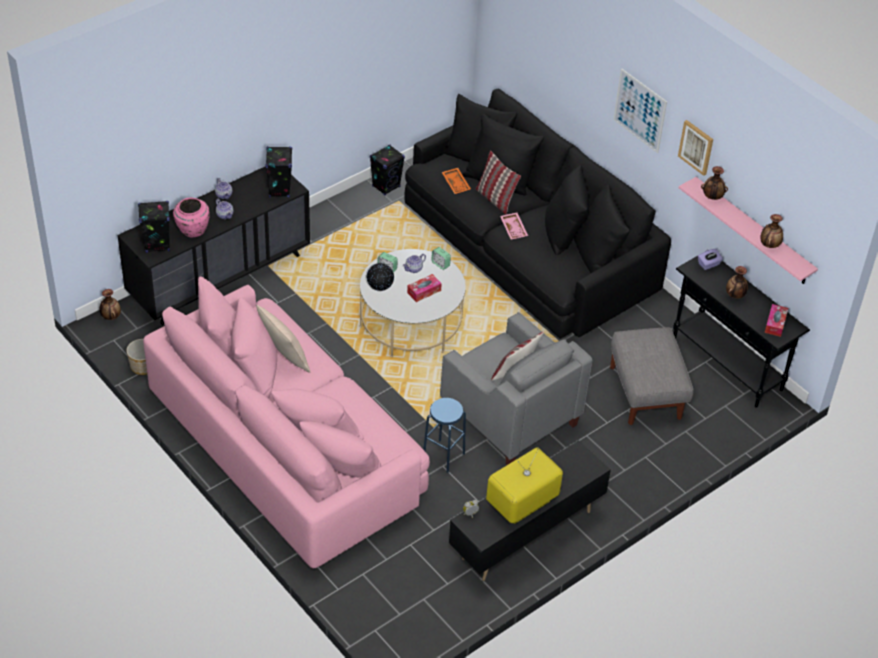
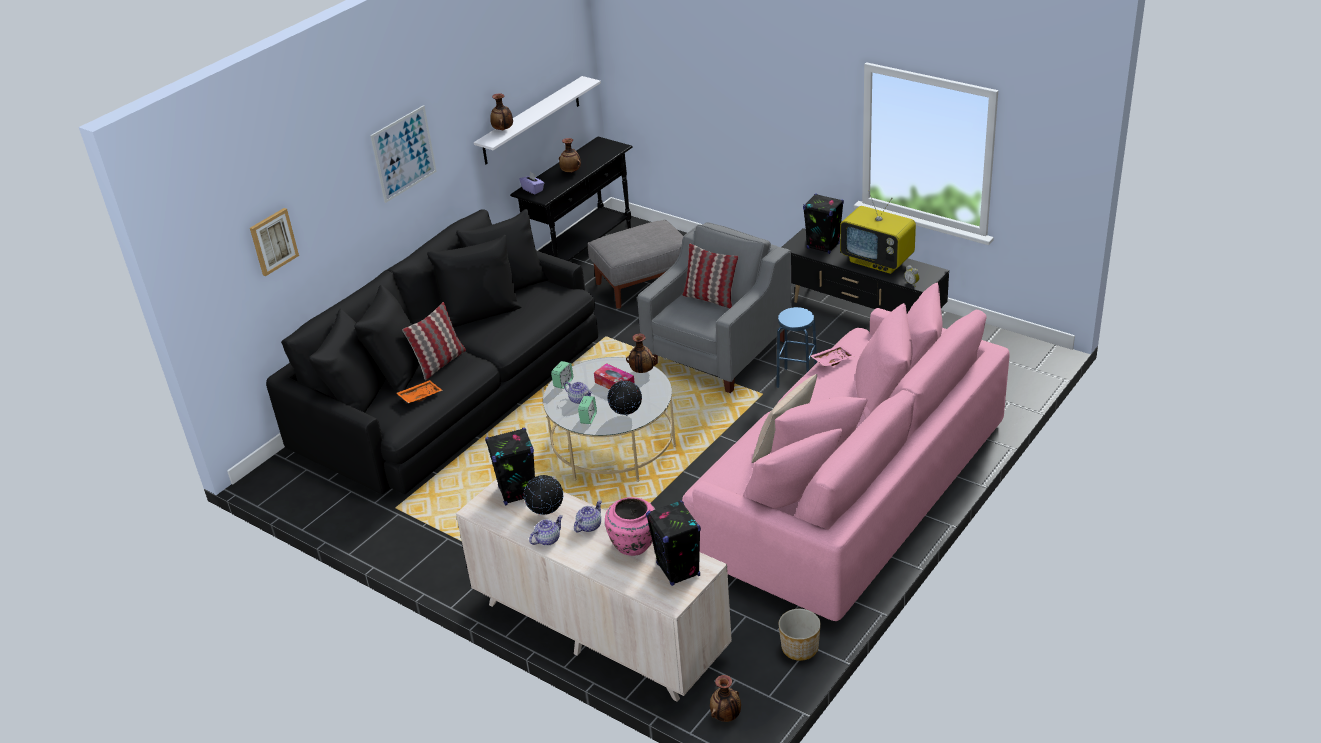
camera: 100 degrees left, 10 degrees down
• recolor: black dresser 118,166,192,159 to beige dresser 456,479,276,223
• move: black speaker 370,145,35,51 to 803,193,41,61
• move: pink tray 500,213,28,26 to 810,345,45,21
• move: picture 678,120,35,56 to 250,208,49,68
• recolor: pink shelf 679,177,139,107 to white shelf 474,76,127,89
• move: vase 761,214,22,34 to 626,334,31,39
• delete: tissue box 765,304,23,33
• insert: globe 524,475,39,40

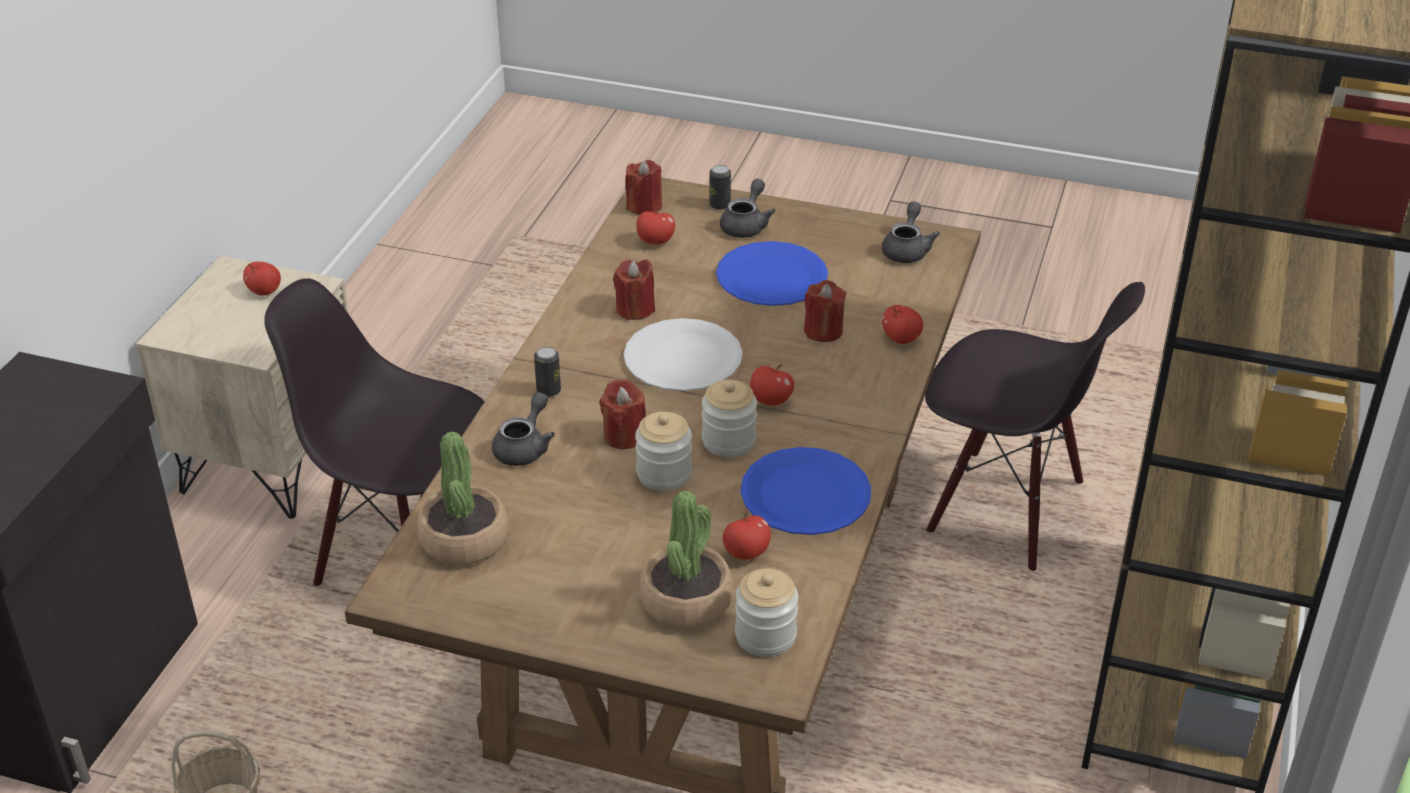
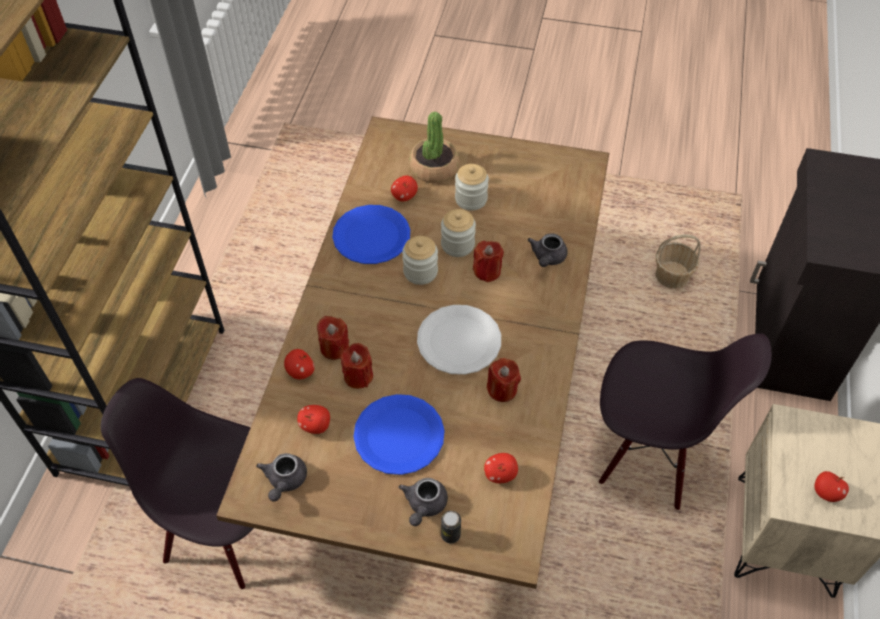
camera: 175 degrees right, 15 degrees up
• delete: potted plant 417,431,91,135
• delete: can 534,346,27,51
• move: red candle 625,160,37,55 to 317,316,32,44
• move: jar 735,568,63,89 to 455,164,34,47
• move: apple 750,364,44,42 to 297,405,33,29

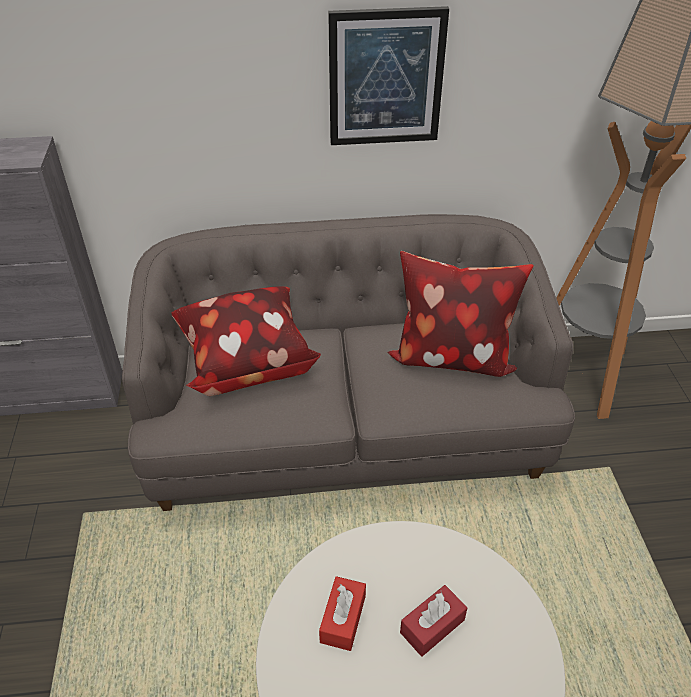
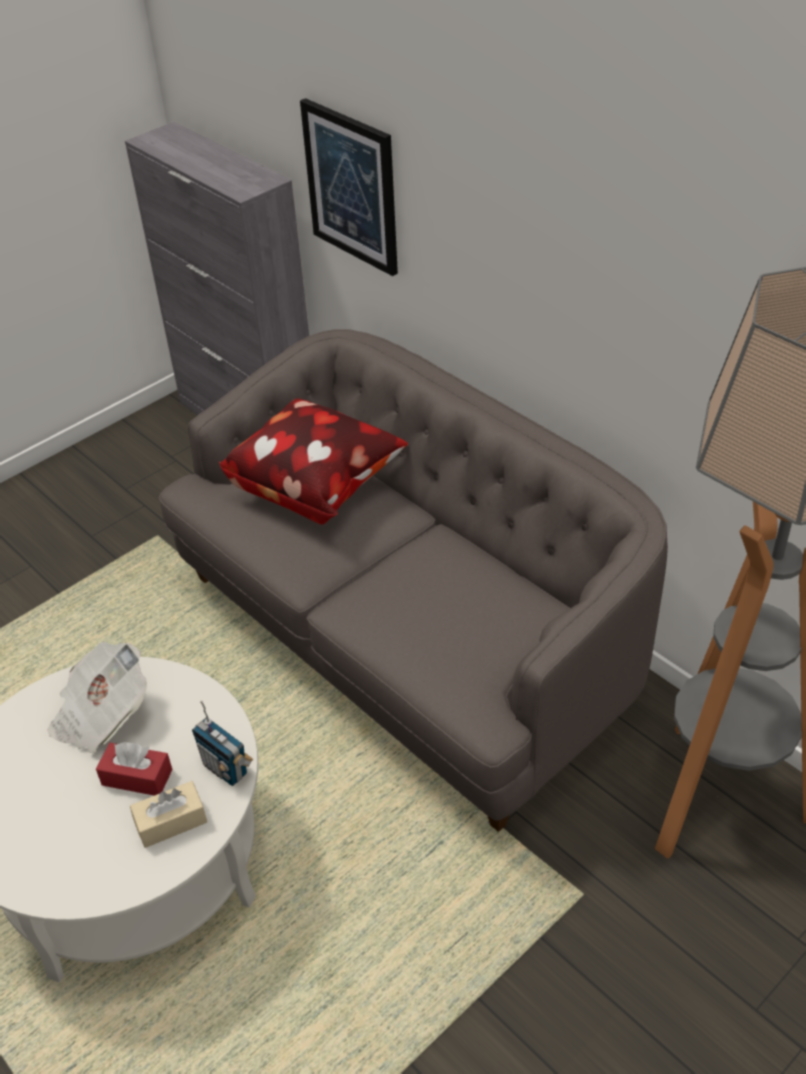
camera: 55 degrees right, 0 degrees up
• replace: red tissue box 319,576,47,75 to newspaper 47,642,100,112
• move: picture 328,6,121,139 to 300,98,98,178
• delete: pillow 387,251,146,126
• insert: beige tissue box 130,781,77,67
• insert: radio 192,701,61,85

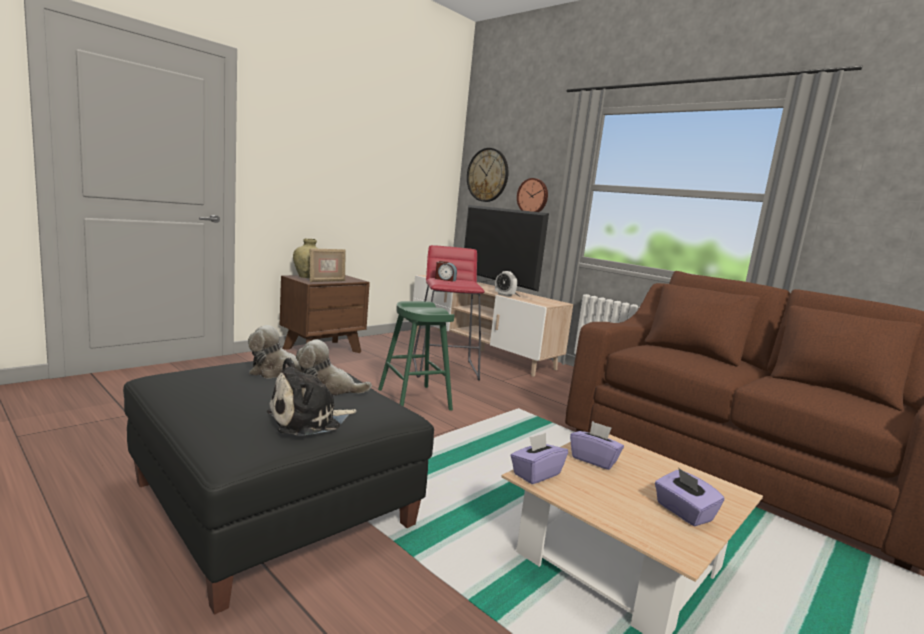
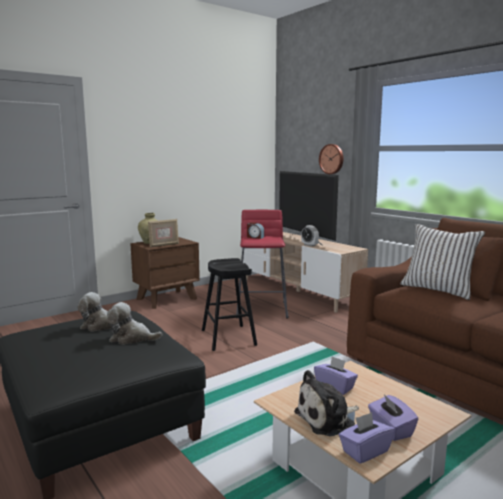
camera: 10 degrees right, 0 degrees up
• move: plush toy 267,358,90,78 to 294,370,65,66
• recolor: green stool 378,301,77,110 to black stool 202,258,55,93
• delete: wall clock 467,148,42,54
• move: purple tissue box 510,433,58,51 to 339,412,56,52
• insert: white pillow 401,224,84,76

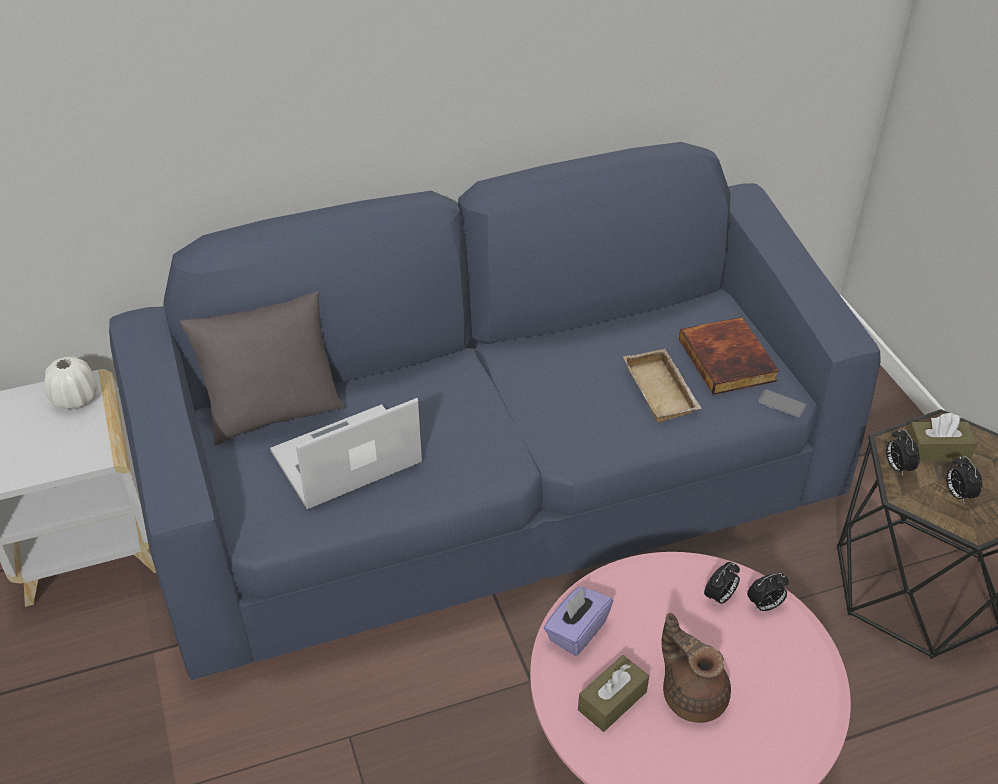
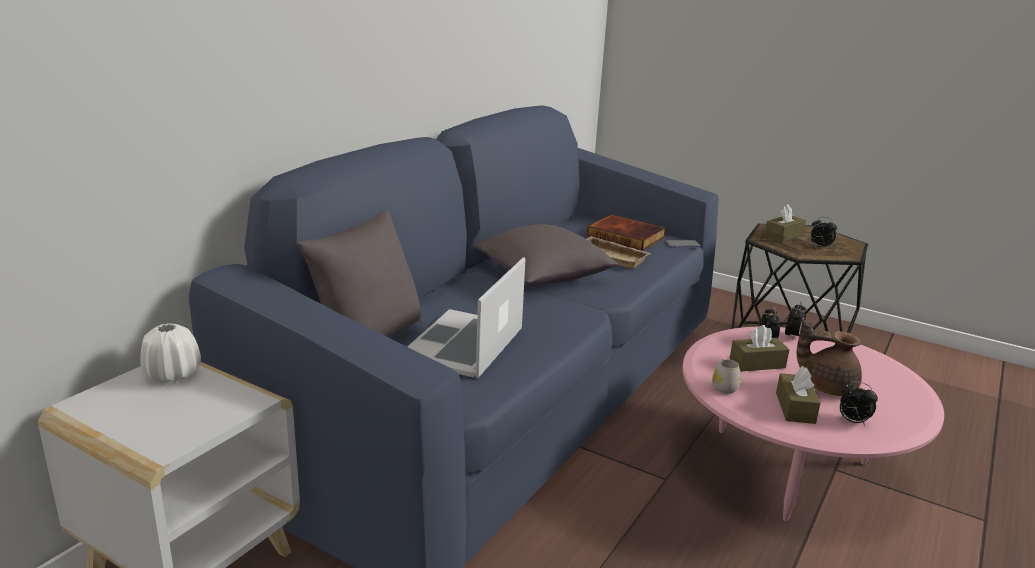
camera: 40 degrees left, 20 degrees down
• replace: purple tissue box 544,586,69,70 to white mug 712,359,29,35
• move: alarm clock 886,429,34,48 to 840,381,38,45
• insert: grey pillow 474,224,145,61
• insert: brown tissue box 730,325,60,46

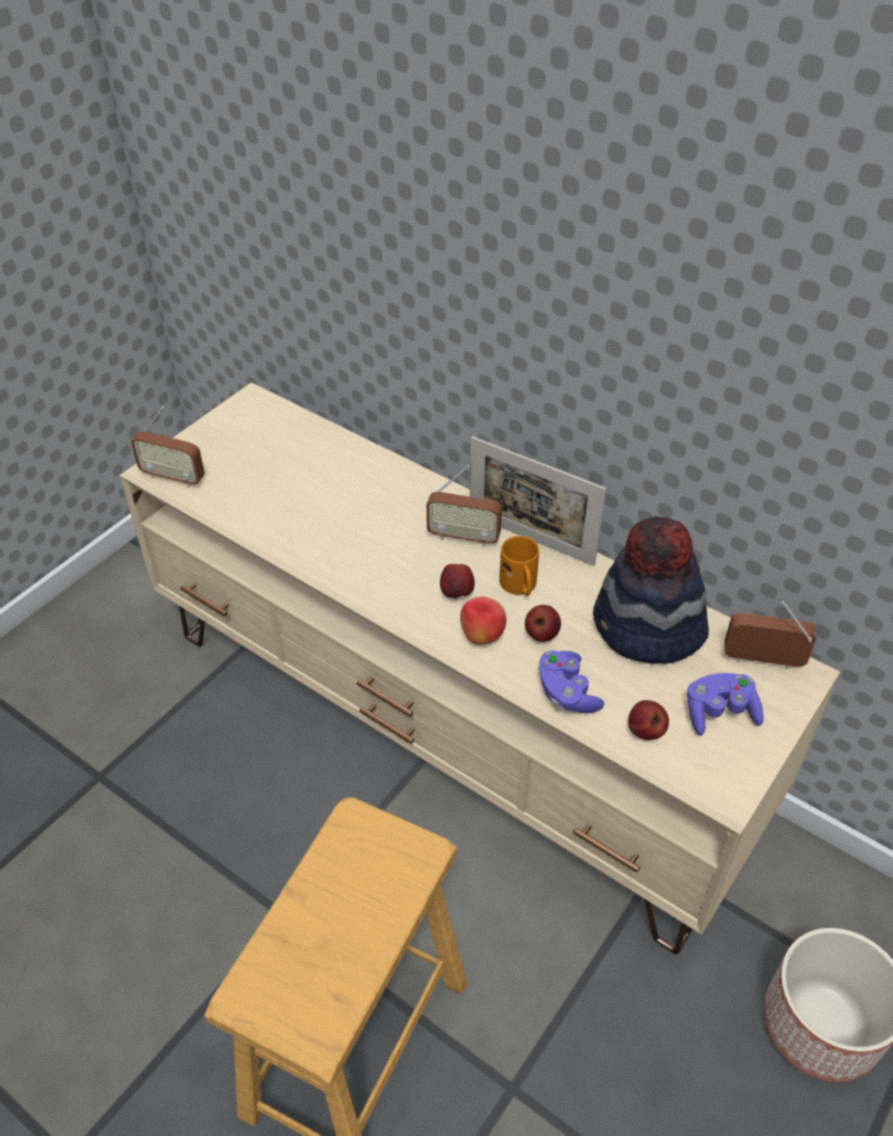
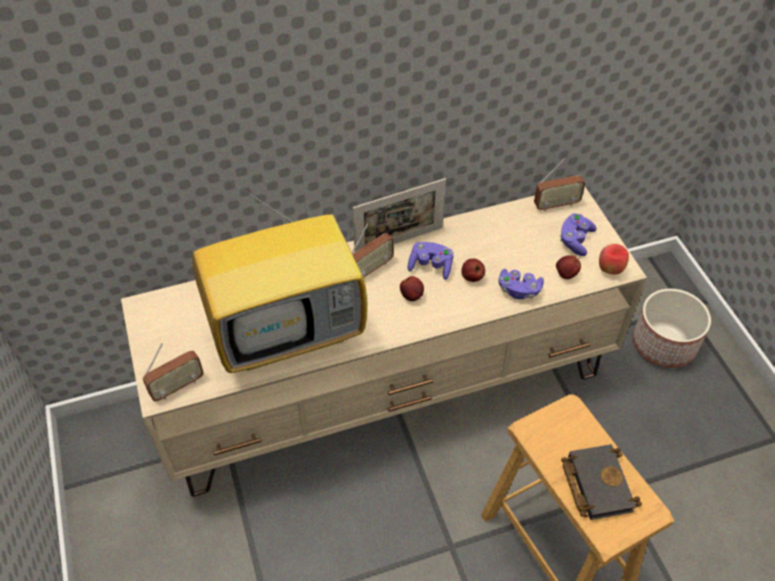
camera: 55 degrees left, 5 degrees up
• move: apple 460,597,46,48 to 599,244,30,30
• replace: orange mug 499,536,40,60 to purple game controller 408,242,46,38
• delete: hat 593,516,116,148
• rotate: radio 725,601,91,69 = 534,158,51,54 150 degrees counterclockwise
• insert: television 192,151,175,222
• insert: black book 561,444,81,76

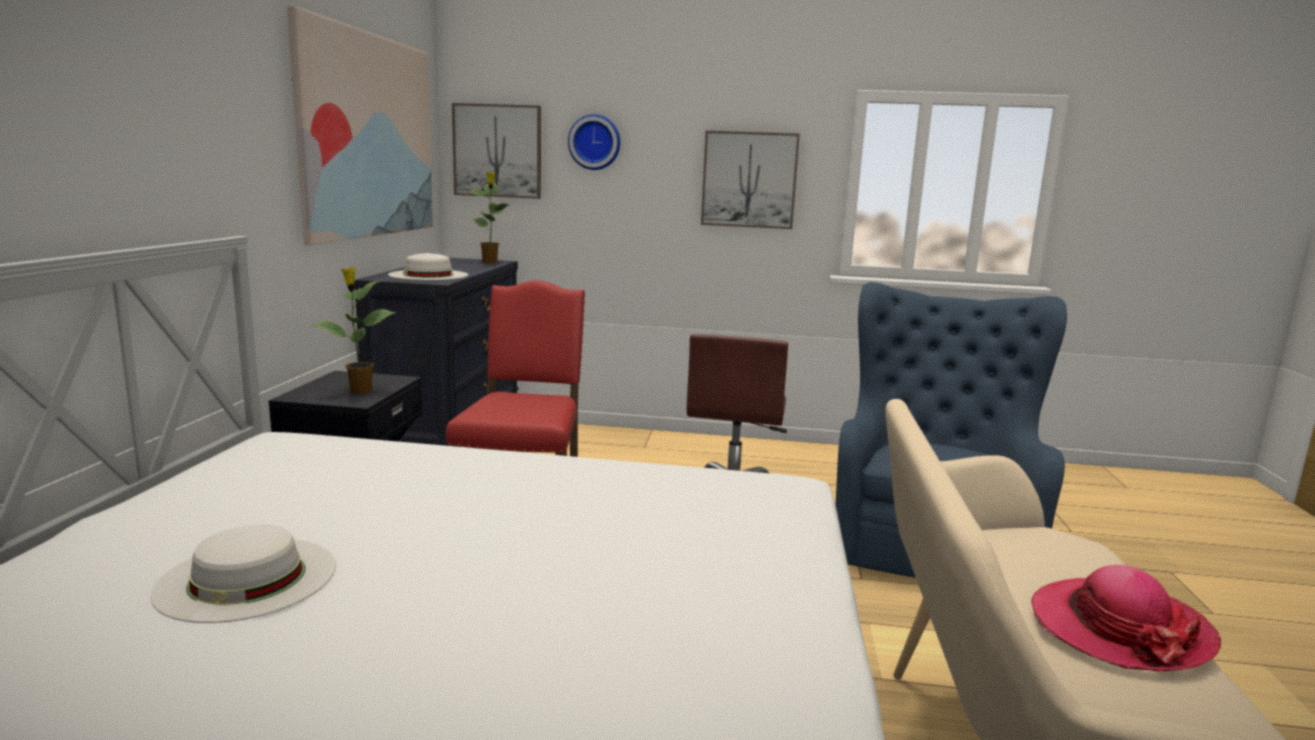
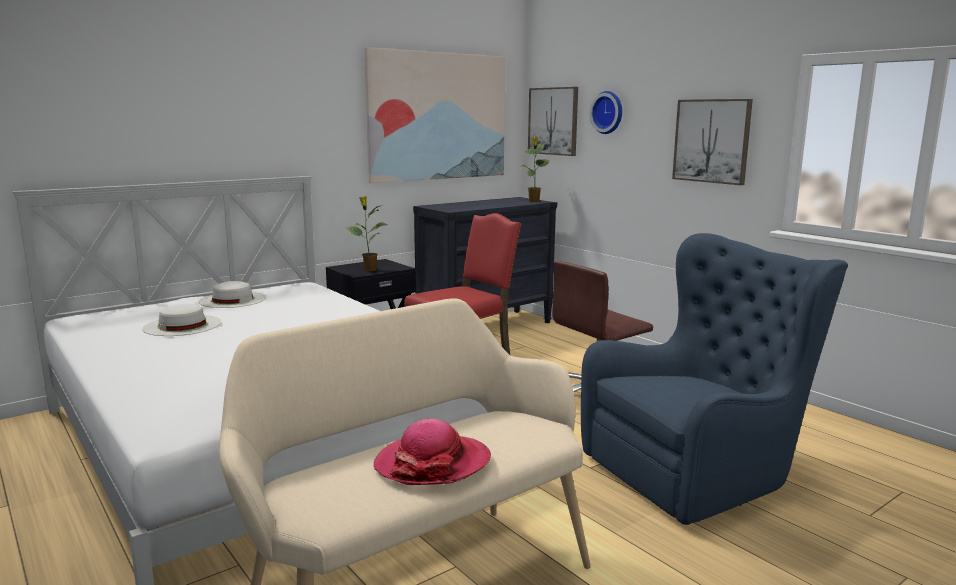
camera: 45 degrees right, 0 degrees up
• move: white hat 388,253,80,27 to 199,281,67,27

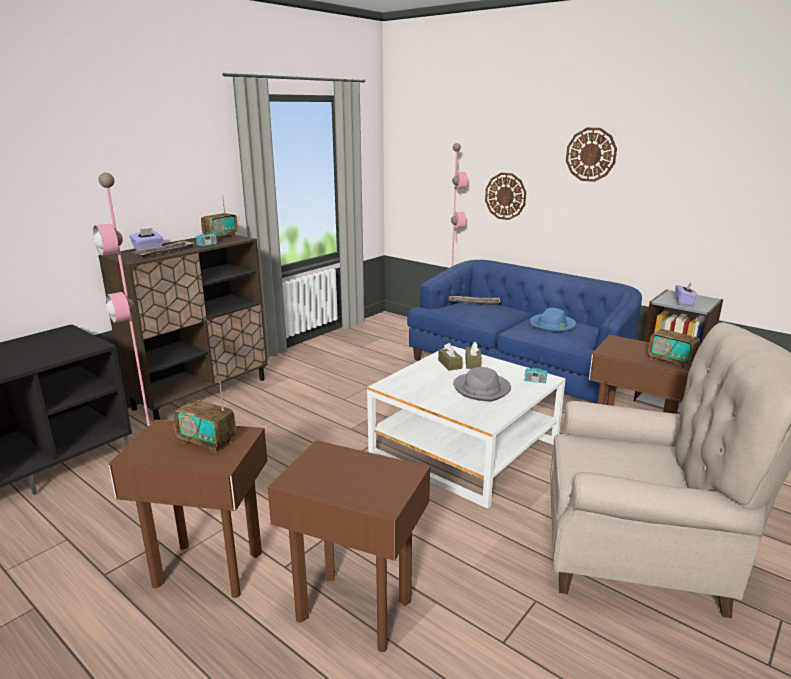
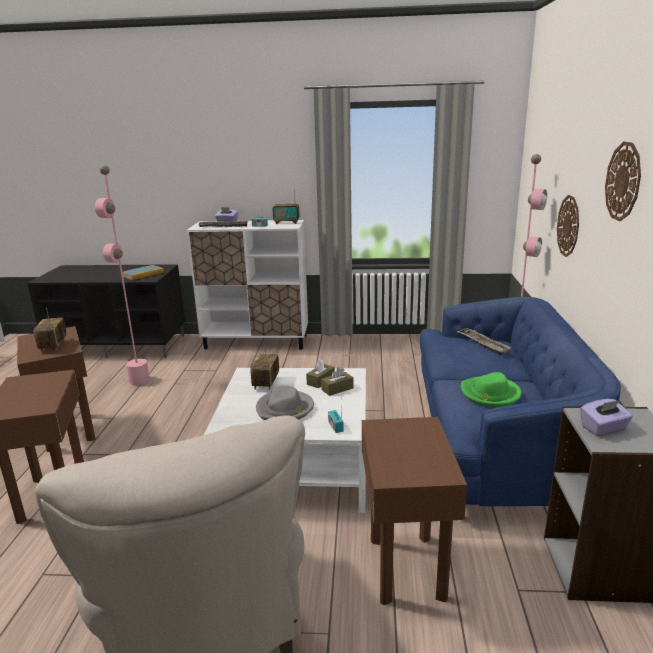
camera: 55 degrees right, 0 degrees up
• recolor: brown cabinet 98,234,170,187 to white cabinet 187,220,121,129
• recolor: blue hat 530,308,46,24 to green hat 461,372,60,35
• move: radio 648,315,52,54 to 250,346,29,44
• insert: book 123,265,41,15

